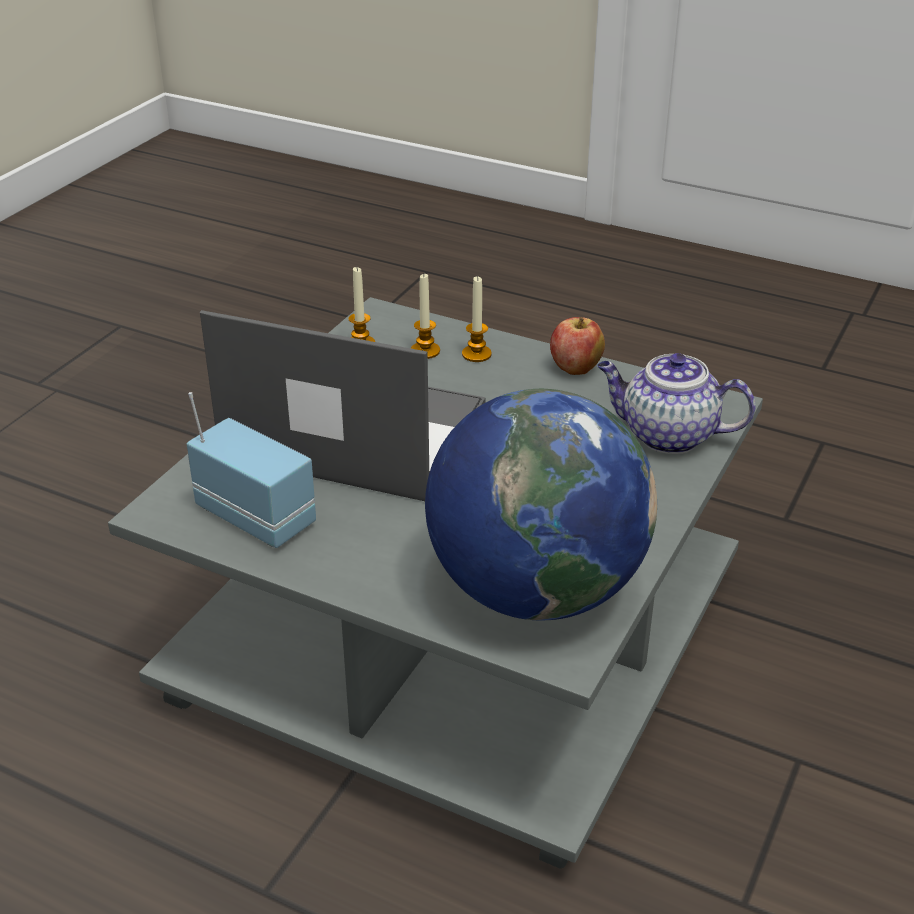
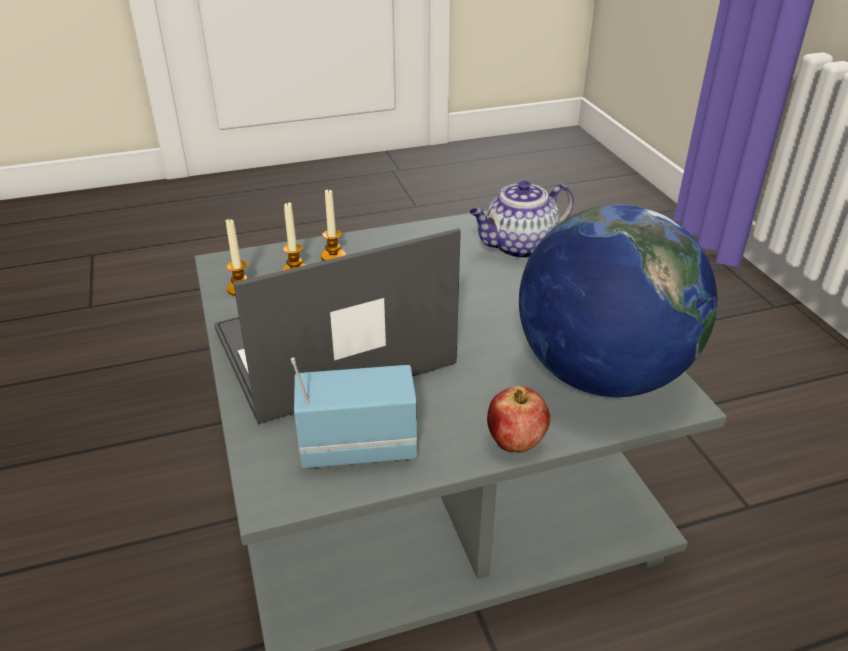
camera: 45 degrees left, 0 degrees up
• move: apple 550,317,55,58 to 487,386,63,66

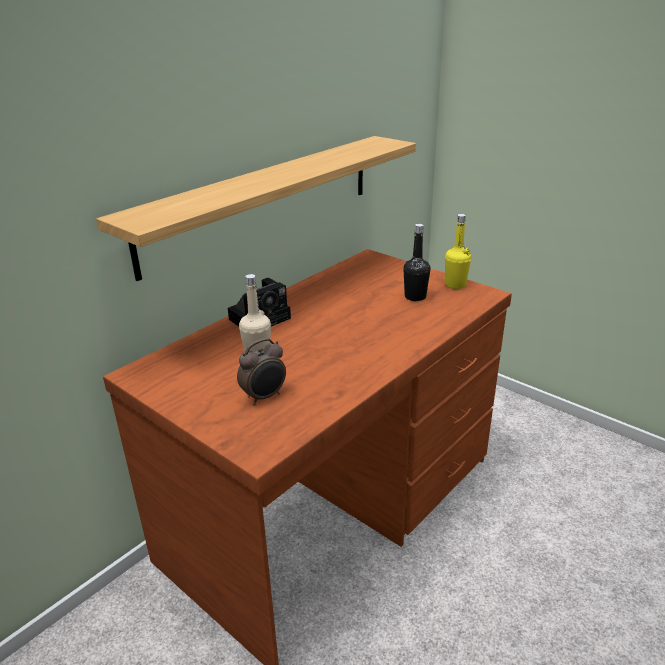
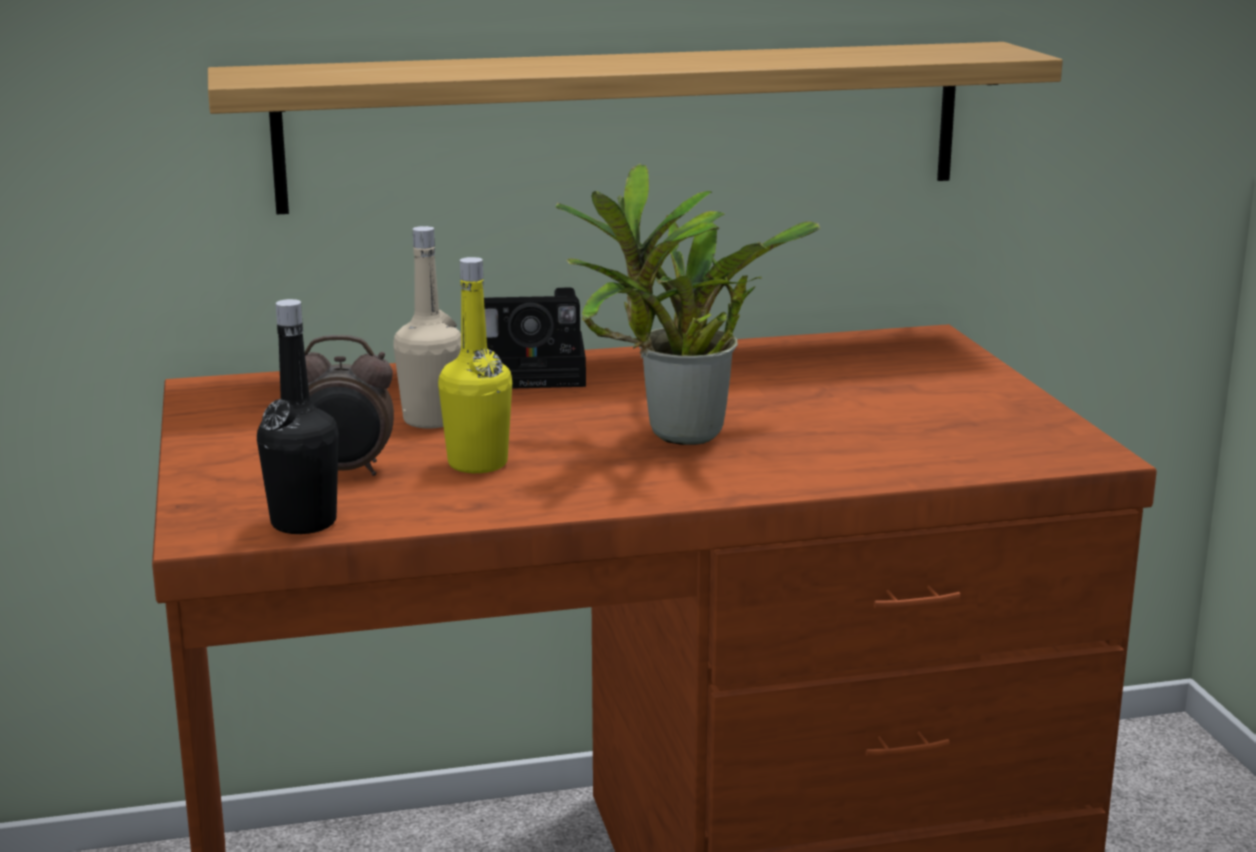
camera: 35 degrees right, 10 degrees down
• move: black bottle 403,224,27,77 to 257,299,82,235
• move: yellow bottle 444,214,27,75 to 438,257,74,216
• insert: potted plant 555,164,266,281

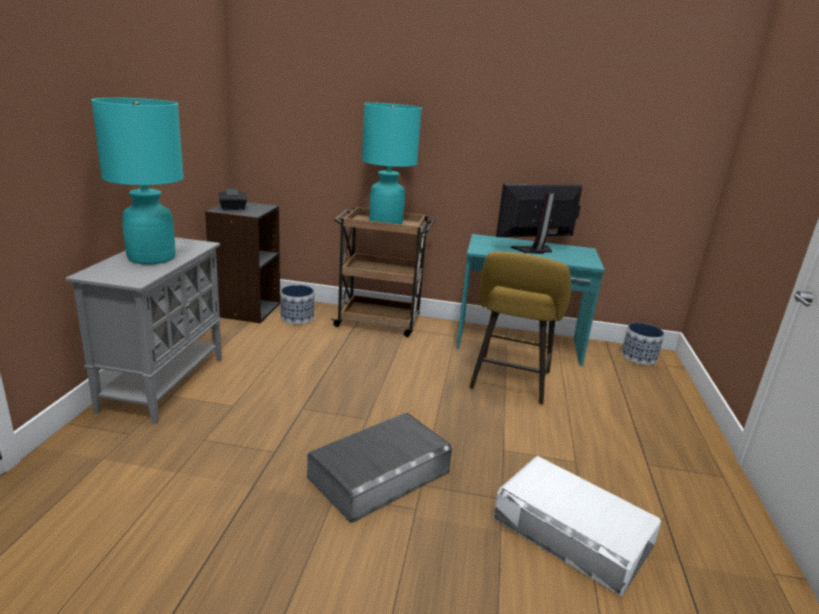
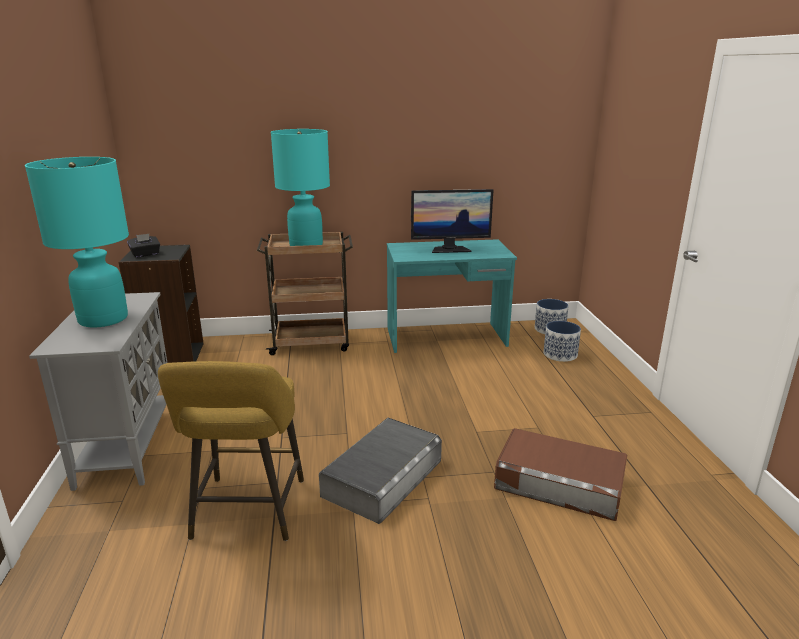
camera: 15 degrees left, 0 degrees up
• move: planter 280,285,34,39 to 543,321,38,41
• move: yellow stool 469,252,102,153 to 158,361,146,180
• recolor: white storage box 493,456,168,140 to brown storage box 494,428,133,93
• rotate: monitor 496,184,86,70 = 411,189,83,64 150 degrees counterclockwise

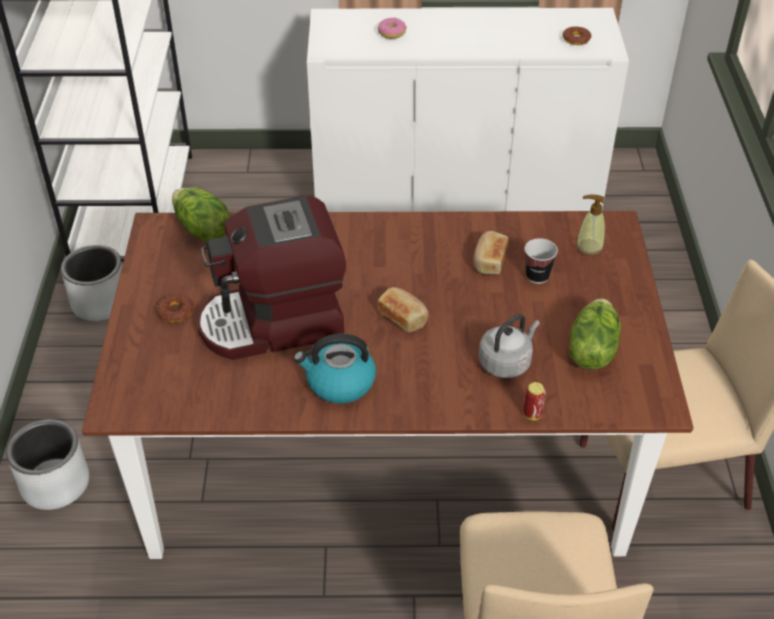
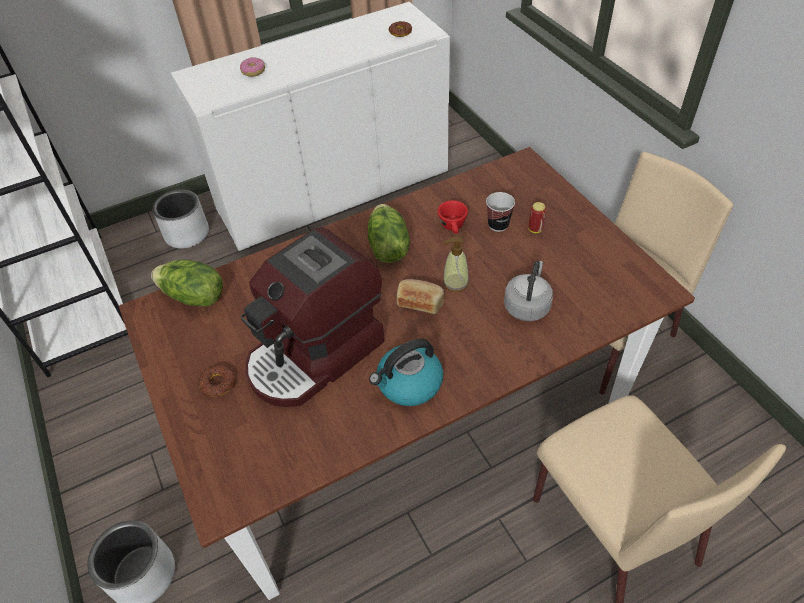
camera: 25 degrees left, 5 degrees up
• move: grey planter 61,245,61,76 to 152,190,57,58
• replace: bread 473,231,36,43 to red cup 438,200,30,34
• move: can 523,382,23,38 to 528,202,18,31
• move: lettuce 569,298,52,72 to 368,204,42,59
• move: soap dispenser 576,195,29,61 to 443,236,26,56

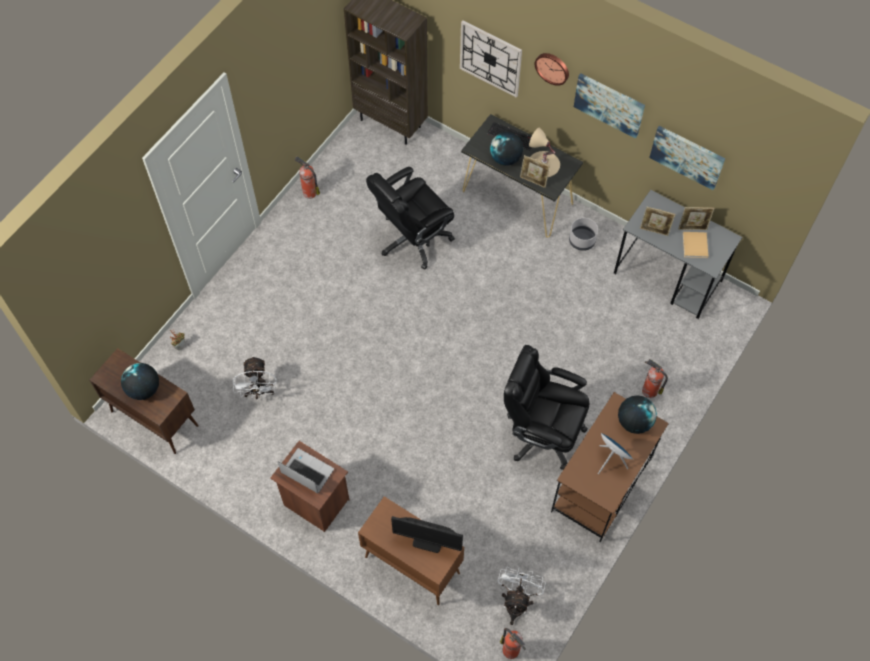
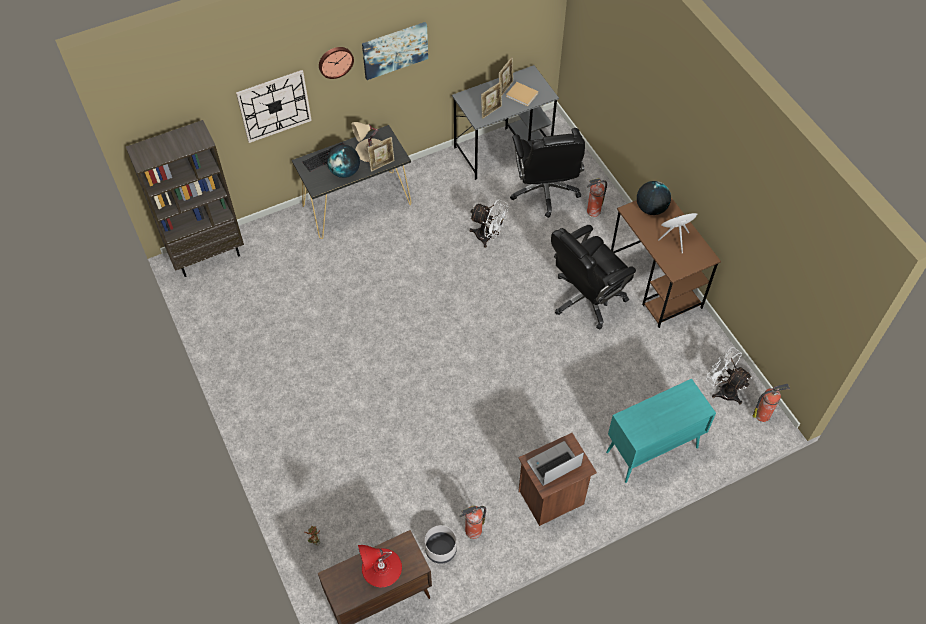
camera: 60 degrees left, 5 degrees down
• replace: globe 121,363,38,37 to red table lamp 358,545,44,42
• move: white fan 233,356,44,43 to 470,199,39,49
• move: fire extinguisher 294,156,26,43 to 460,506,26,33
• recolor: brown cabinet 358,496,106,109 to turquoise cabinet 606,379,110,104
• move: black office chair 366,167,89,103 to 510,128,75,90
• delete: monitor 391,516,72,37
• move: grey planter 569,218,29,33 to 425,525,32,39
• delete: picture 649,126,76,64

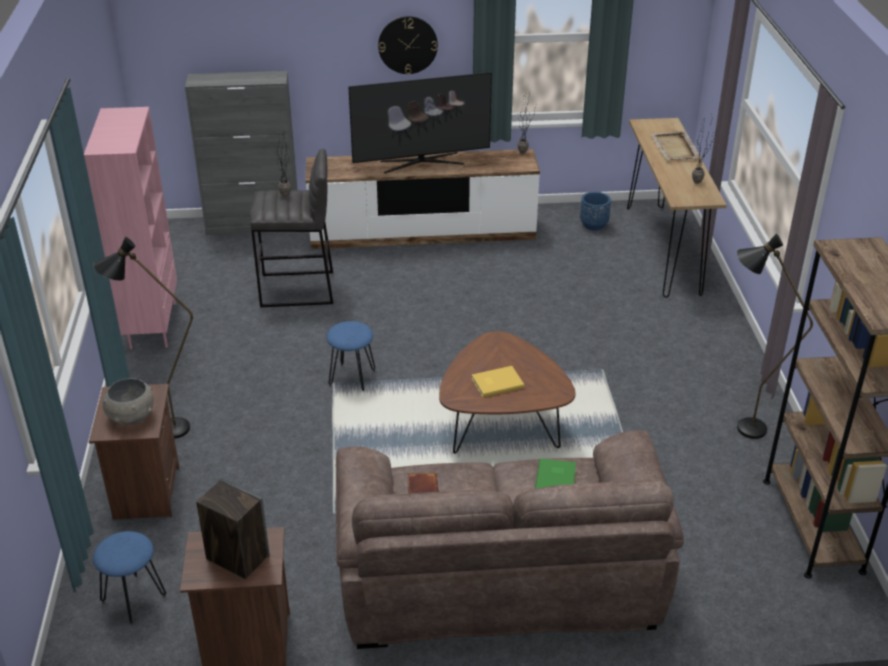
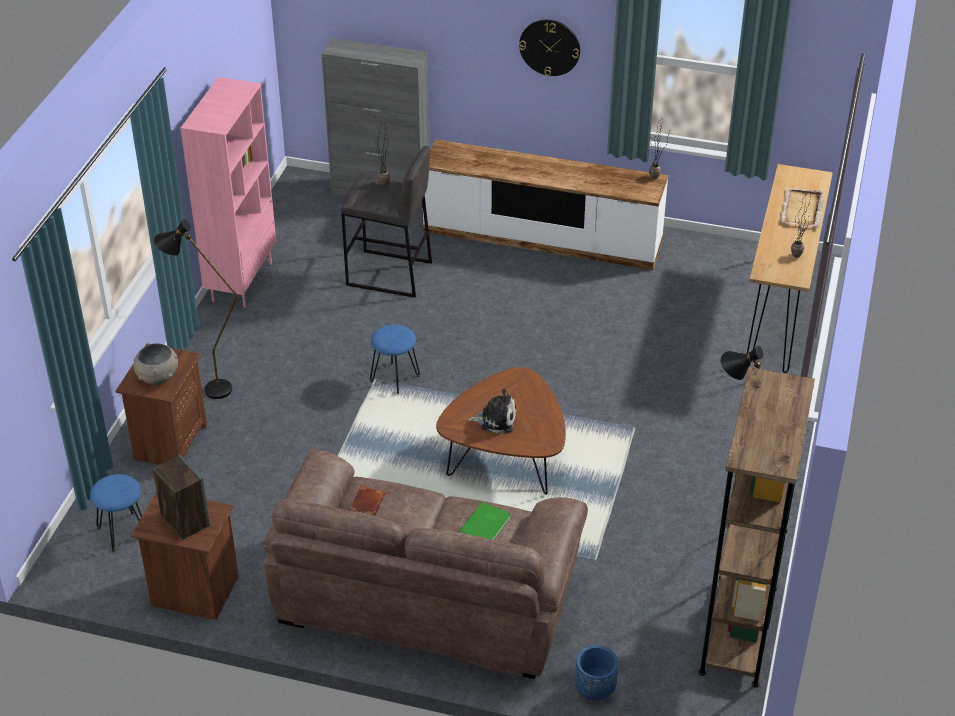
camera: 20 degrees right, 5 degrees up
• delete: television 348,72,144,102
• replace: yellow book 471,366,54,32 to plush toy 467,388,50,46
• move: blue planter 580,192,31,38 to 575,645,43,56

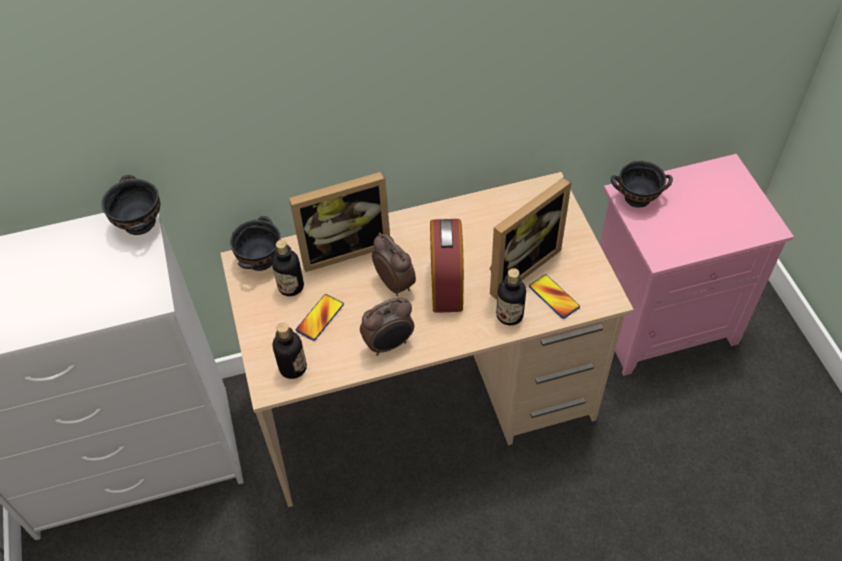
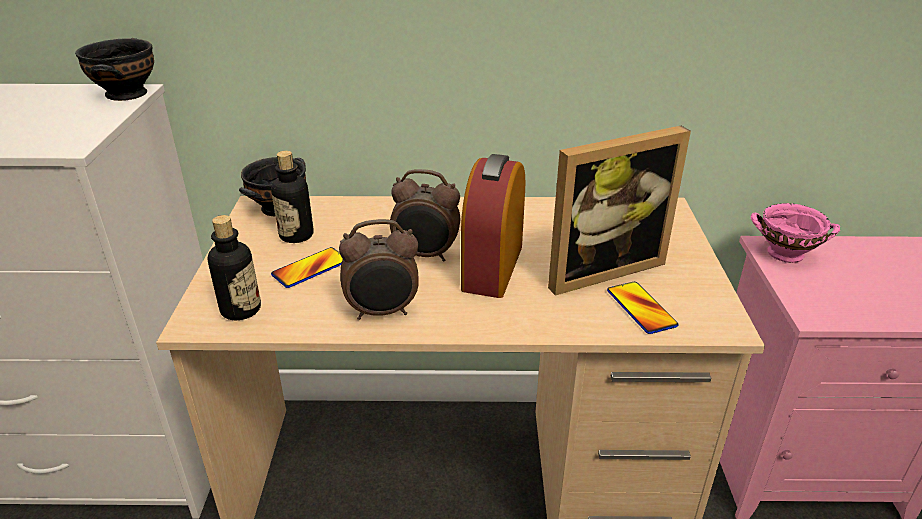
camera: 15 degrees right, 20 degrees down
• delete: picture frame 289,172,101,100
• rotate: alarm clock 372,233,44,63 = 390,169,70,93 120 degrees clockwise
• delete: bottle 496,268,30,57
• recolor: black bowl 611,161,62,47 to pink bowl 751,203,89,60

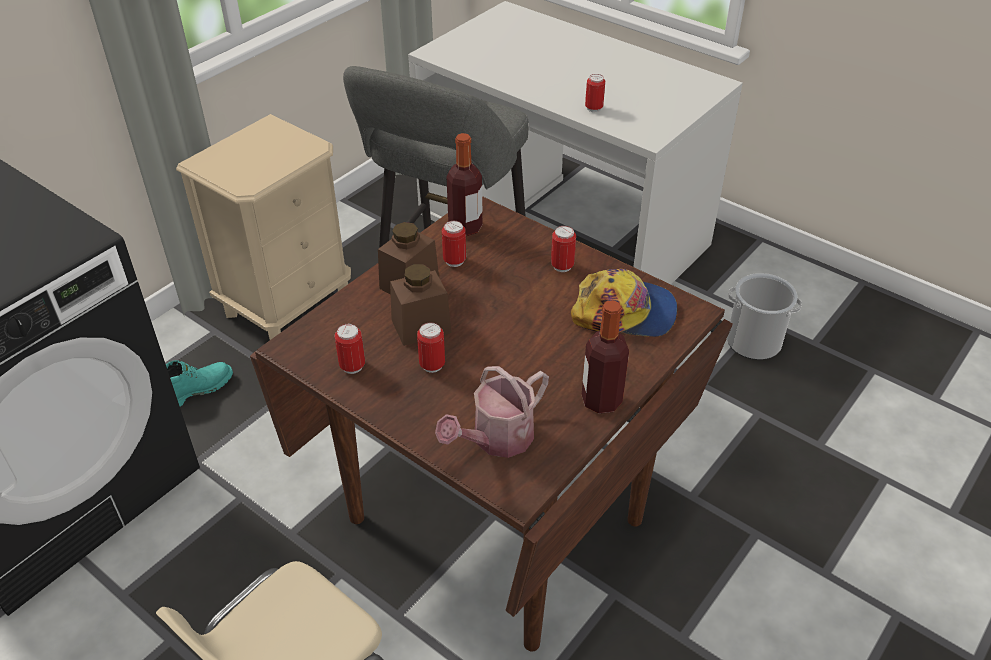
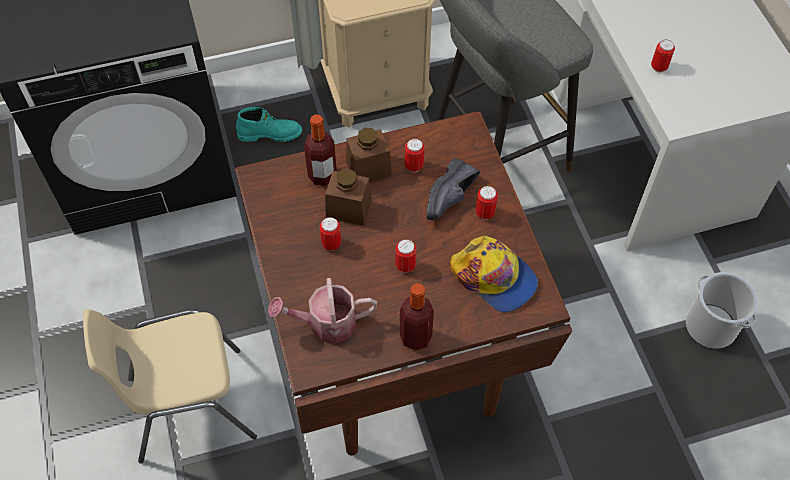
camera: 35 degrees right, 15 degrees up
• move: can 335,324,30,50 to 396,239,20,34
• move: bottle 446,133,36,103 to 304,114,33,72
• insert: black shoe 427,158,53,62

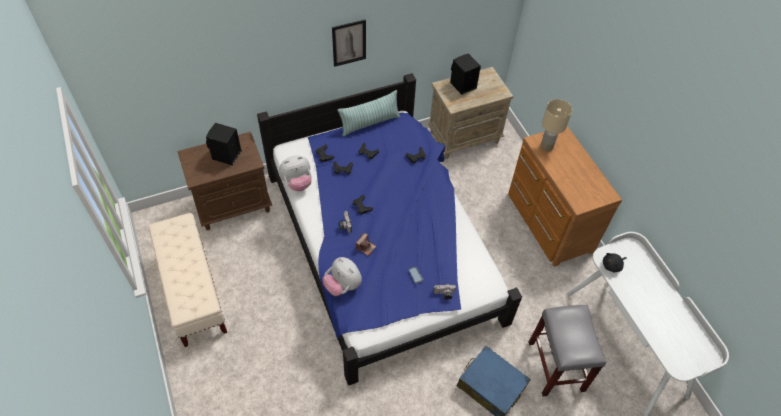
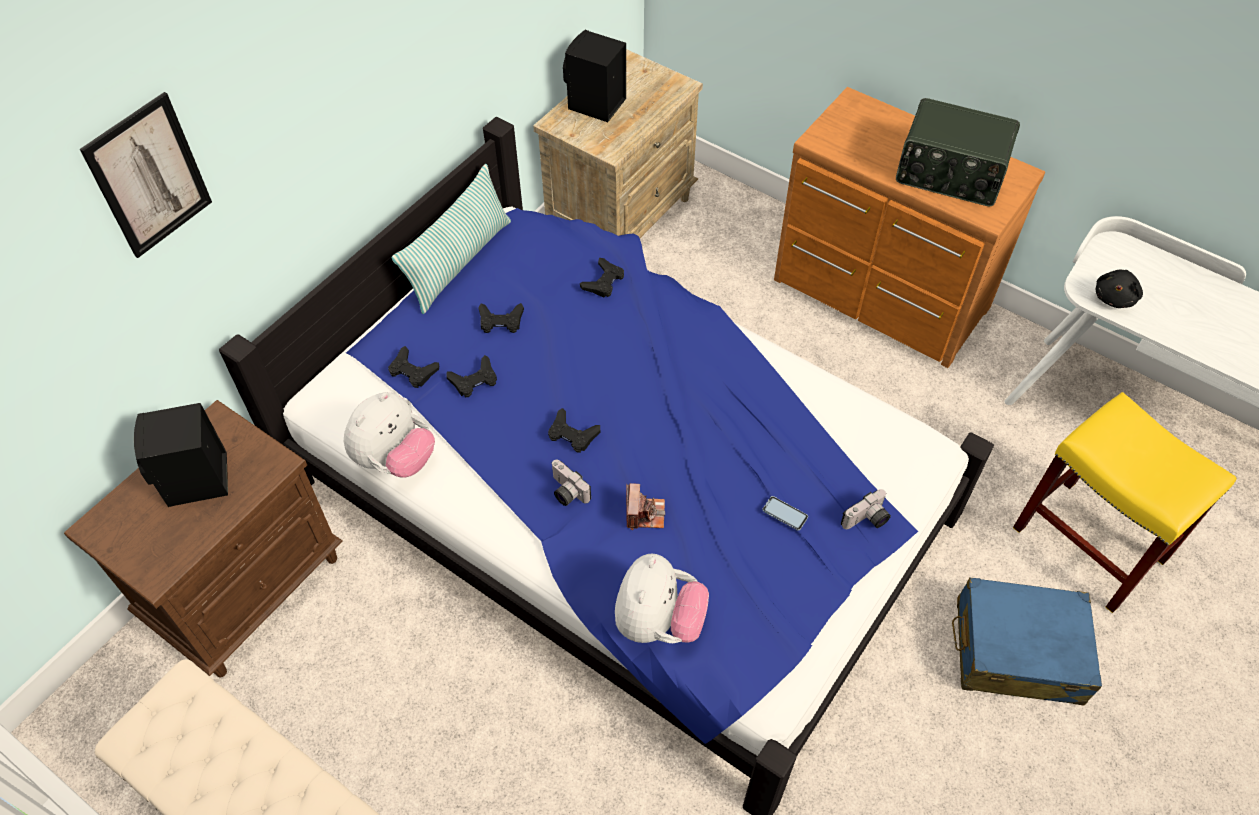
camera: 30 degrees left, 0 degrees up
• rotate: plush toy 322,257,40,39 = 615,554,94,89 90 degrees counterclockwise
• move: picture 332,20,34,47 to 80,92,132,166
• recolor: grey stool 529,305,77,91 to yellow stool 1013,392,224,221
• delete: beige table lamp 540,99,32,52
• insert: radio 896,98,124,109

